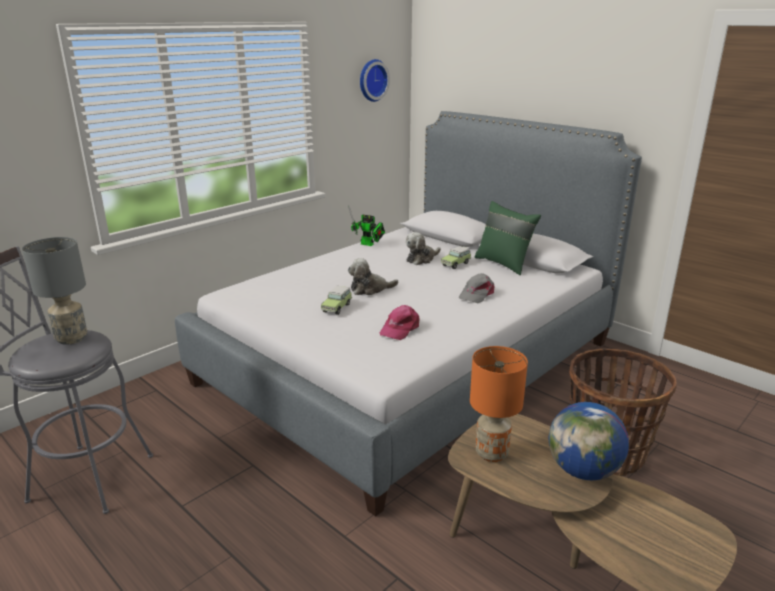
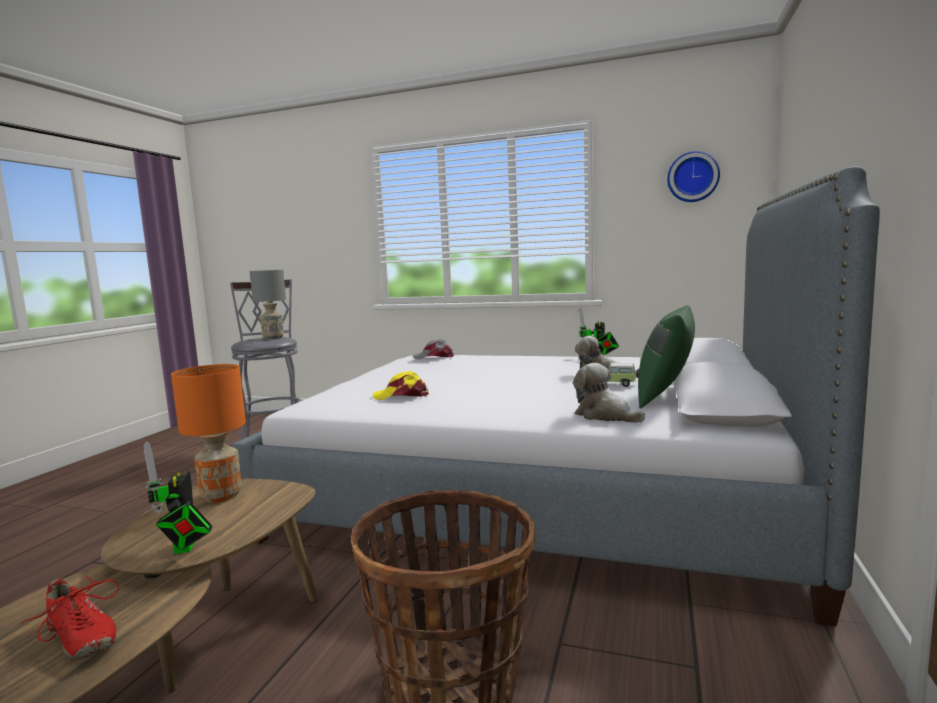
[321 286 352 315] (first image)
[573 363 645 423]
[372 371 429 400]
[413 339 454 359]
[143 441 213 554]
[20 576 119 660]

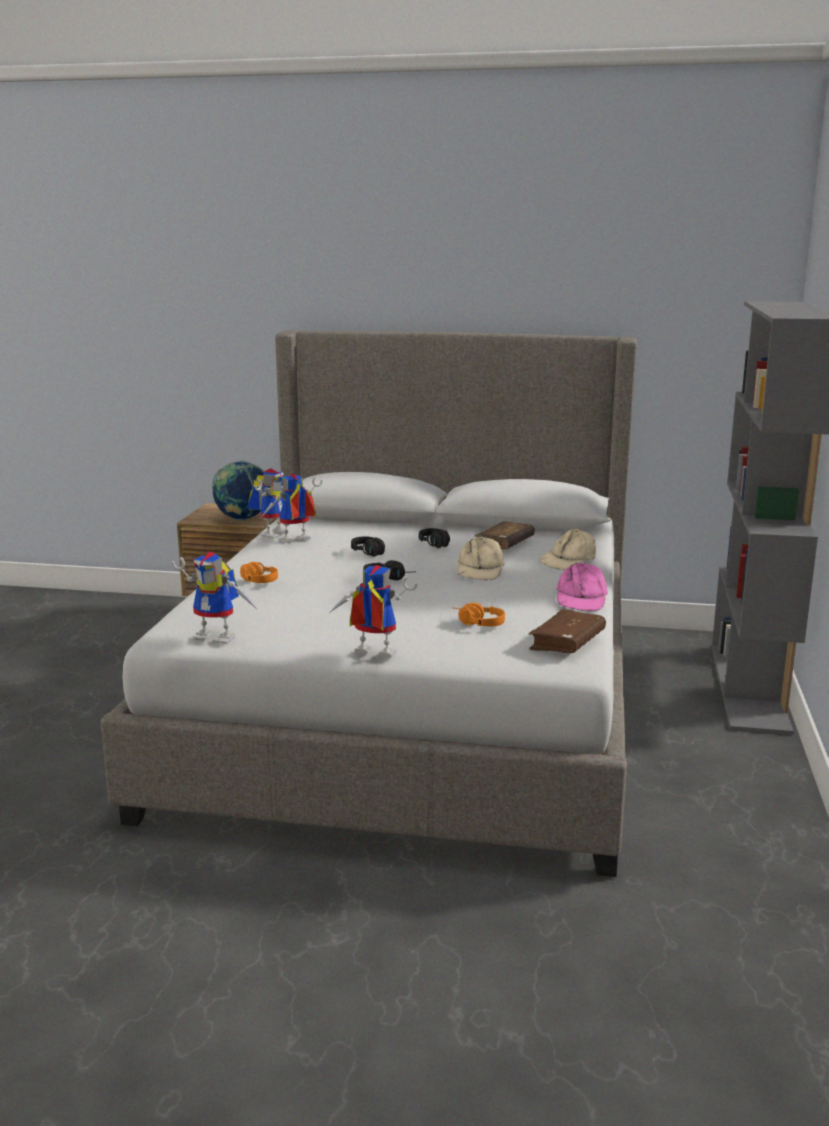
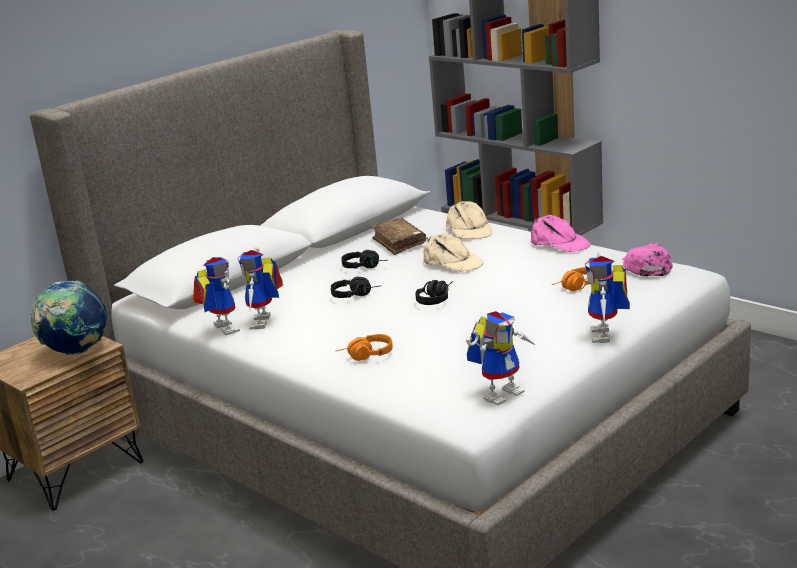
[585 252 630 343]
[622 243 673 276]

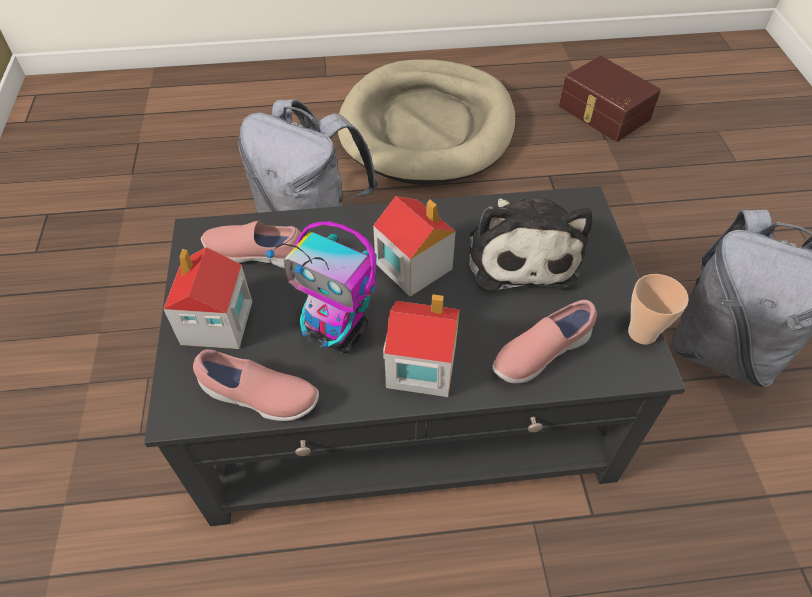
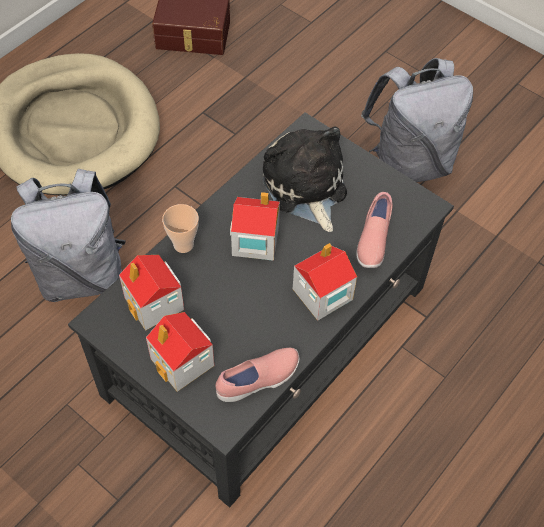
[119 255 184 331]
[265 221 377 354] (first image)
[262 126 347 232]
[162 204 199 253]

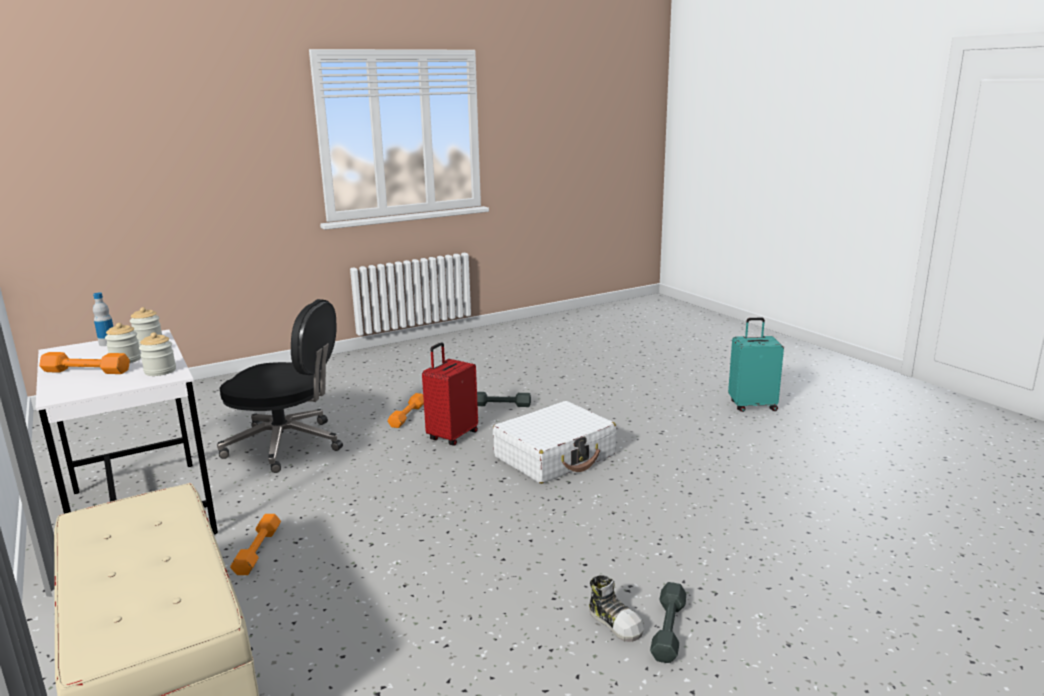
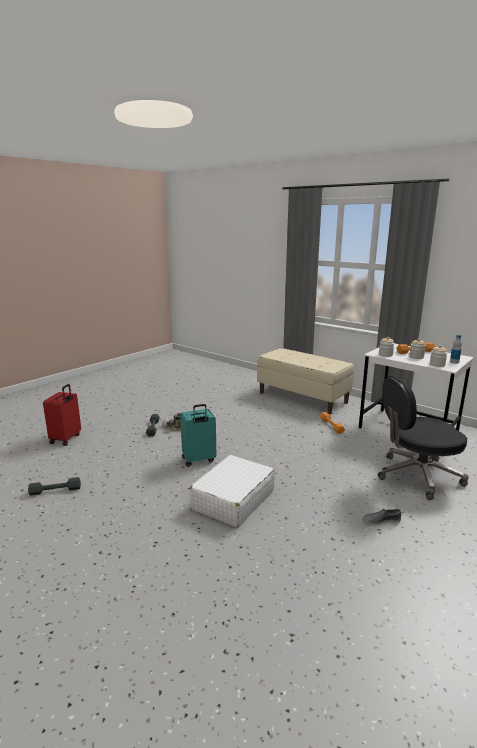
[362 509 401 525]
[43 384 81 446]
[28 477 81 495]
[180 404 216 467]

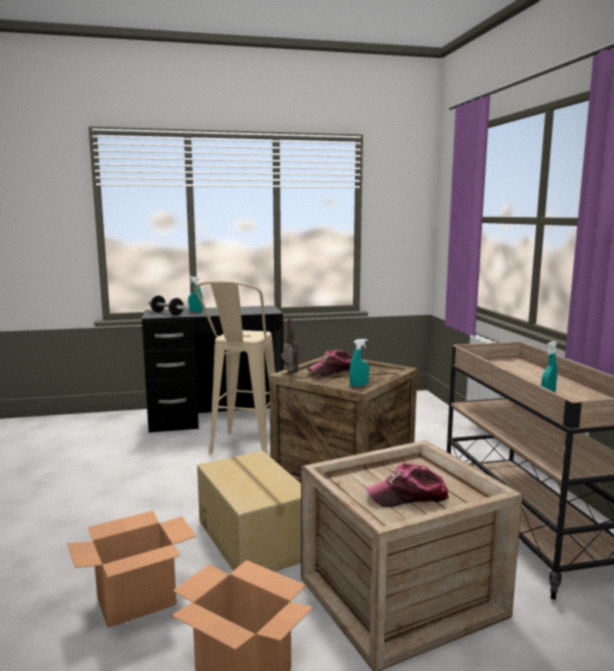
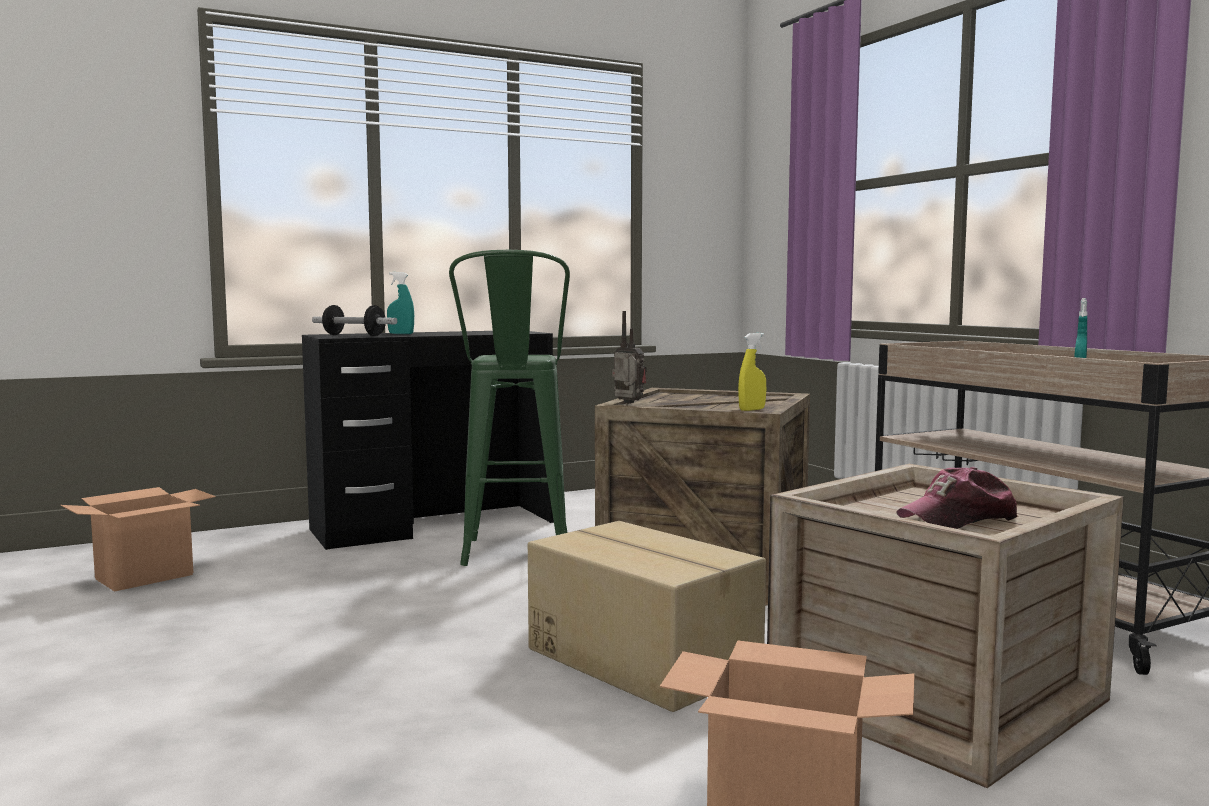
[60 487 216 592]
[449 250 570 566]
[307 350 352 376] (first image)
[738 333 766 411]

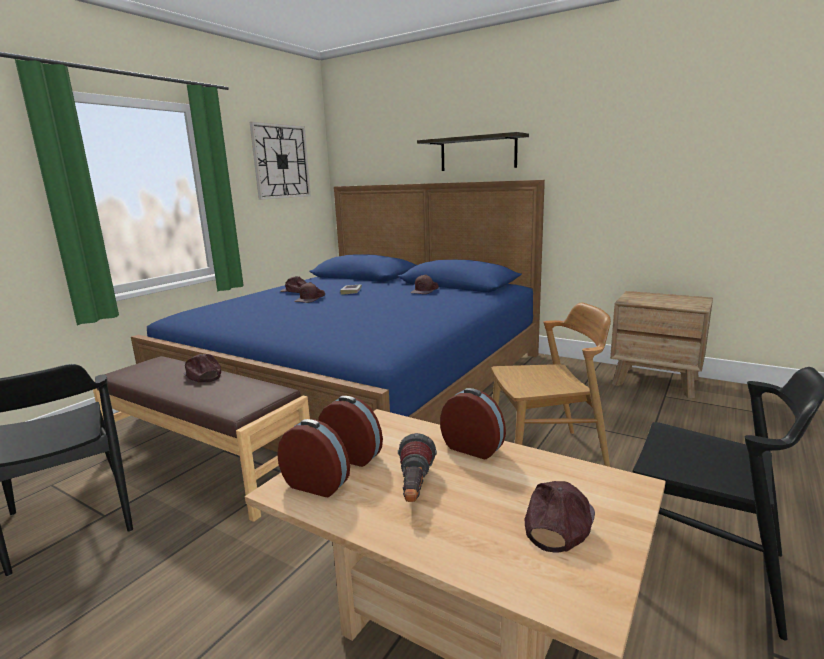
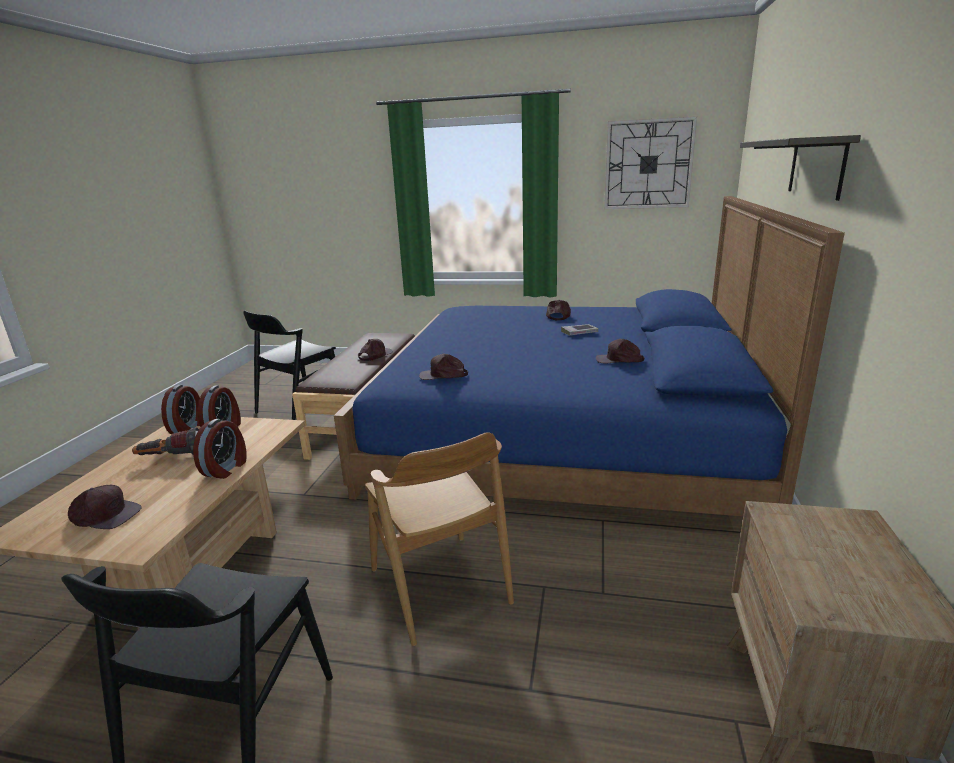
[419 354 468 380]

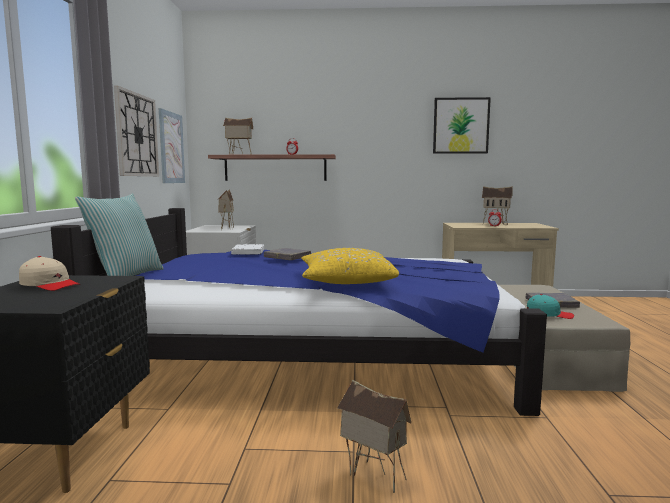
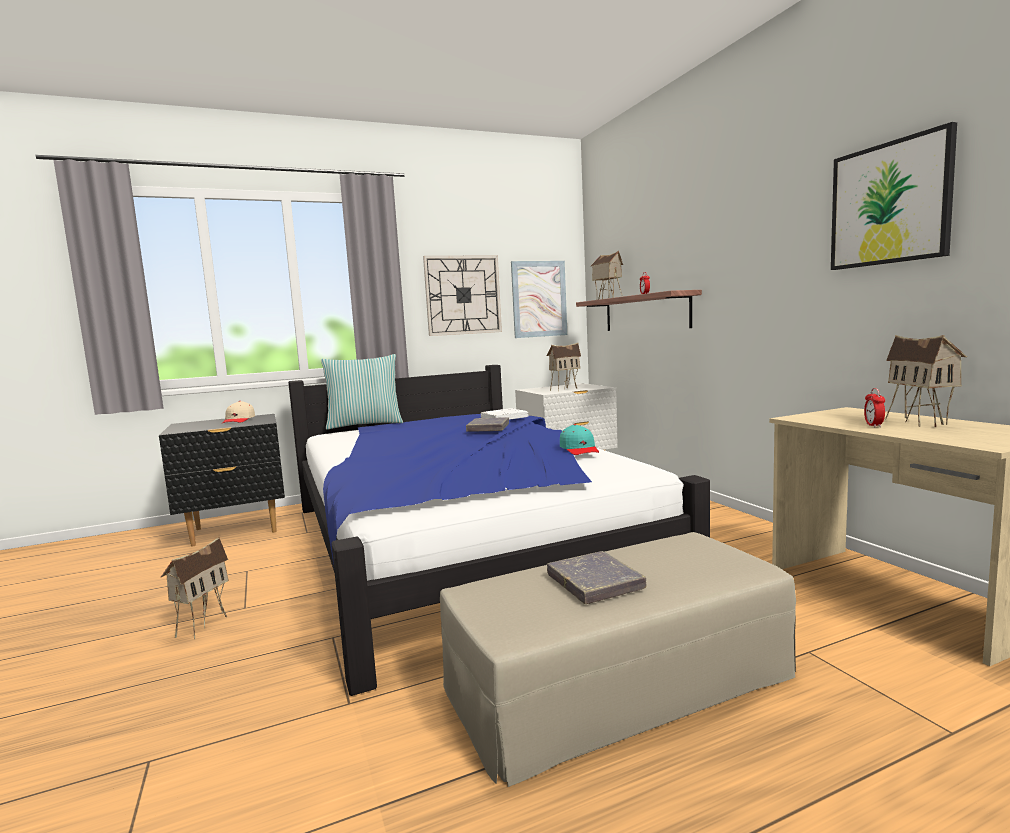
[301 248 399 284] (first image)
[560 424 599 455]

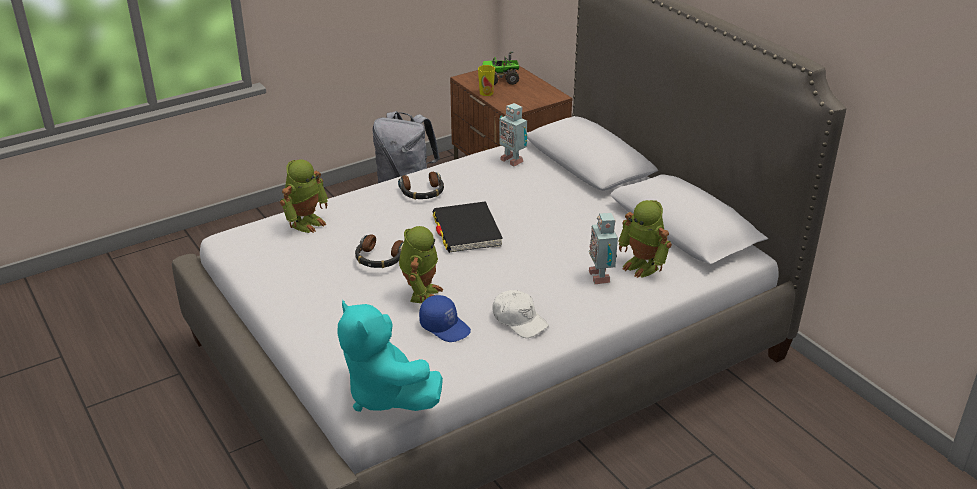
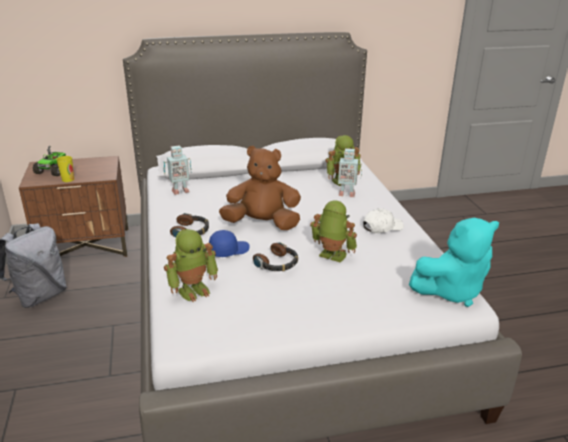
[164 229 218 302]
[209 230 250 257]
[219 146 301 230]

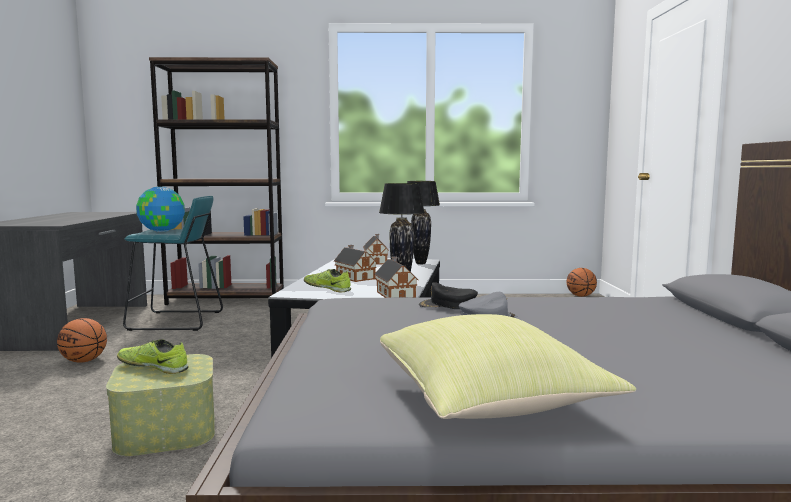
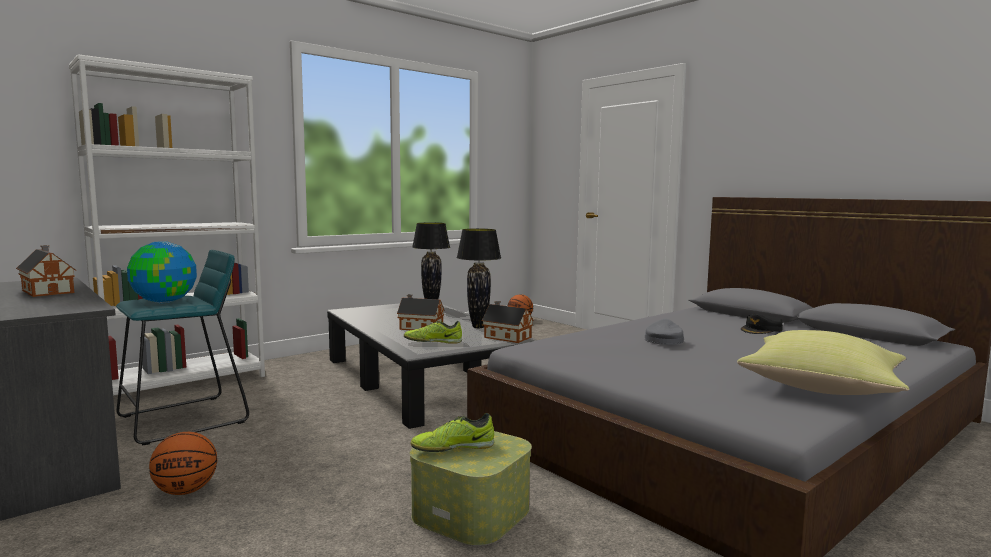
[69 54 265 396]
[16 245 76 297]
[741 314 783 334]

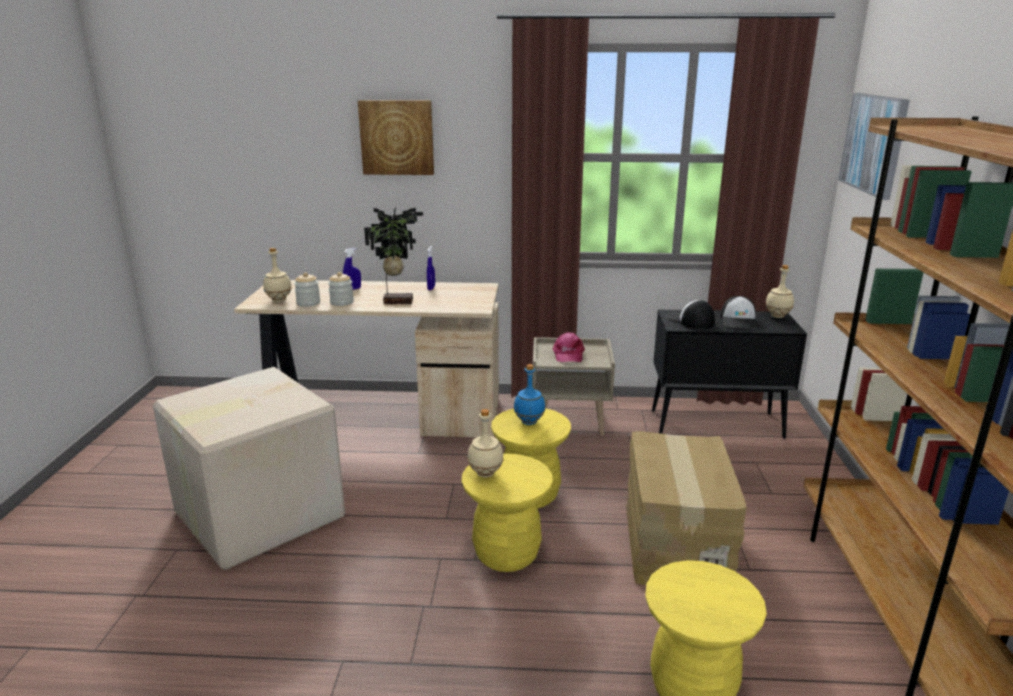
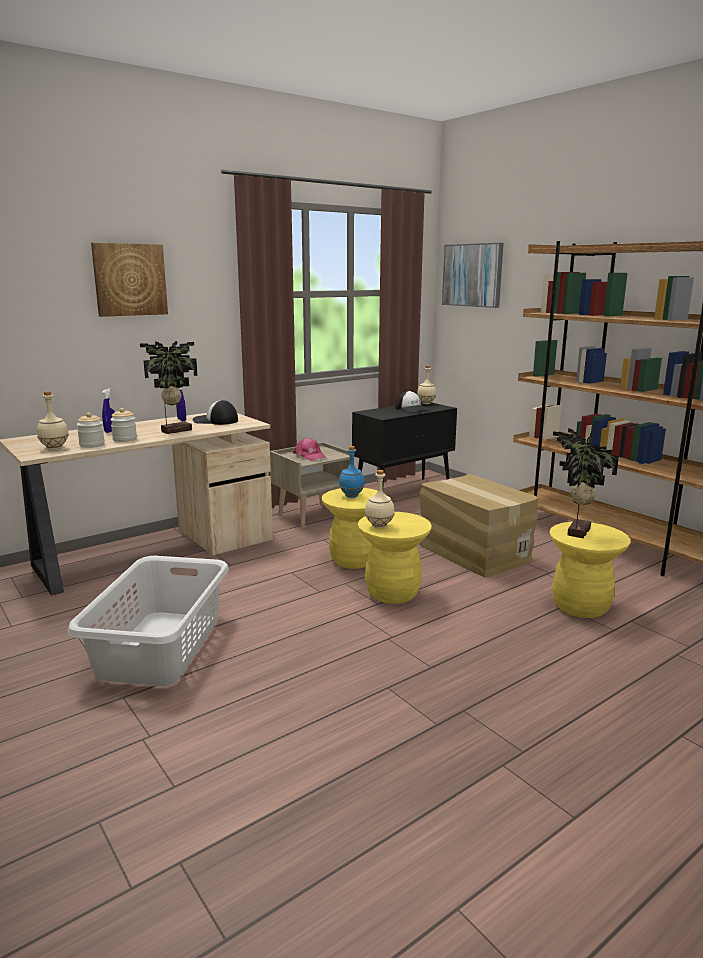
[67 556 229 686]
[192 400 238 425]
[553 428 619 538]

